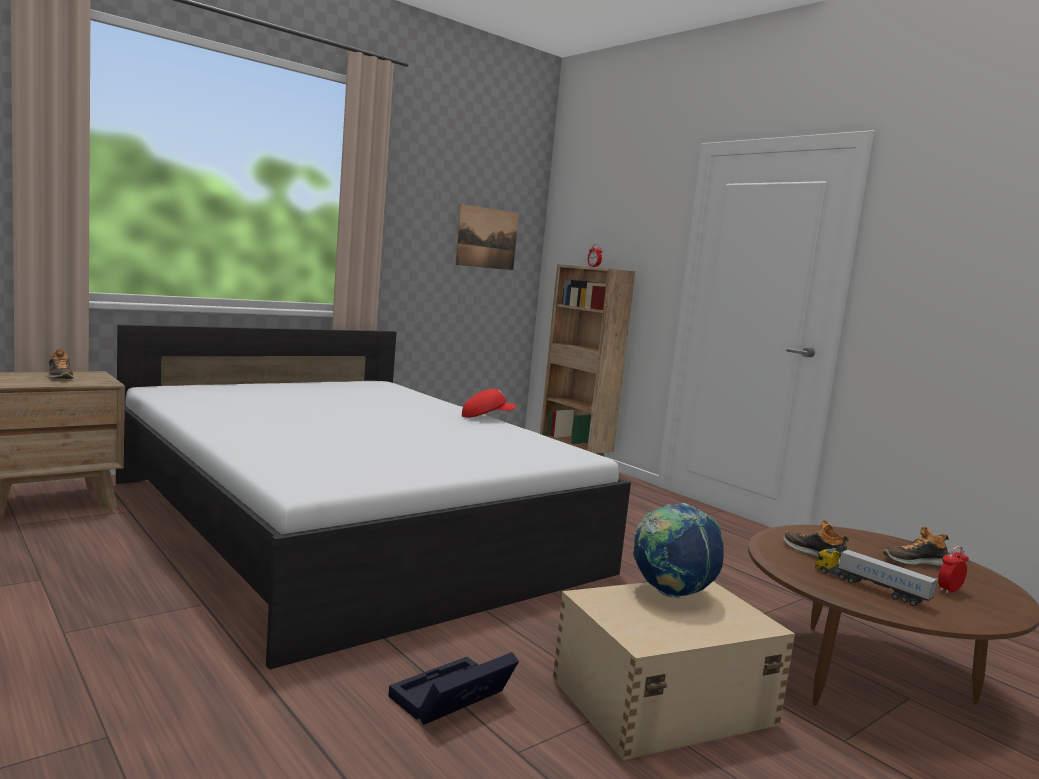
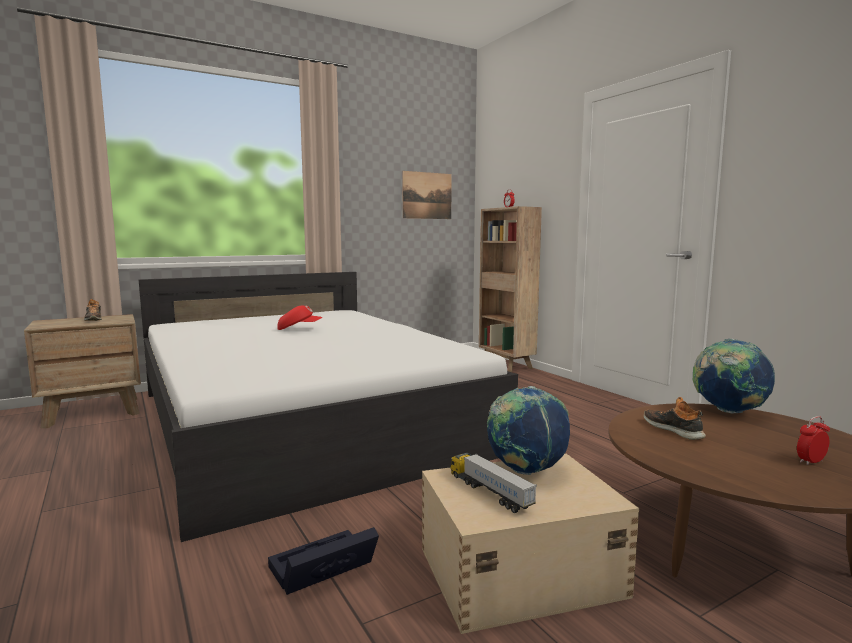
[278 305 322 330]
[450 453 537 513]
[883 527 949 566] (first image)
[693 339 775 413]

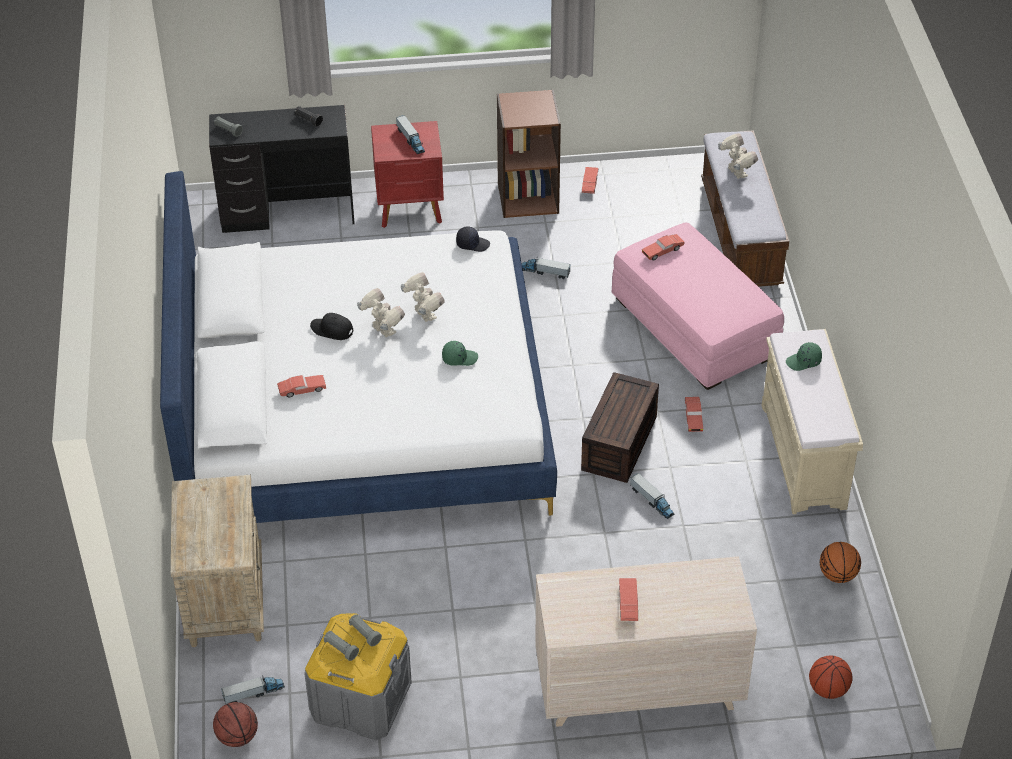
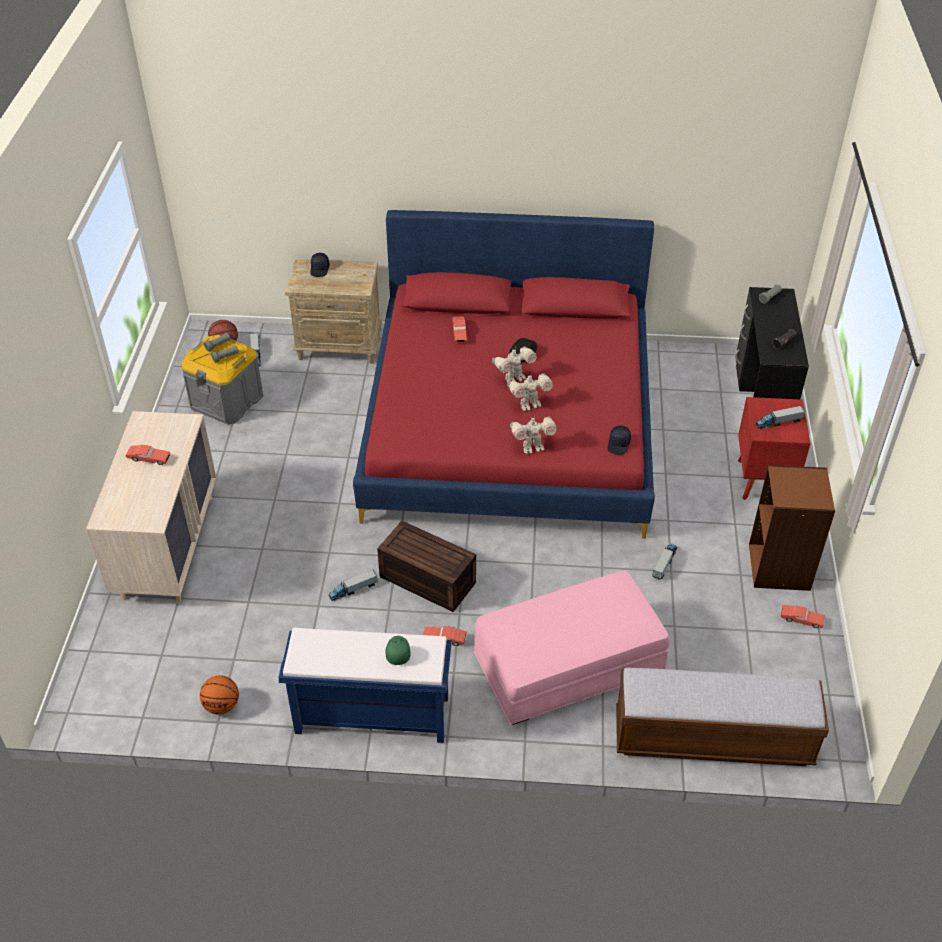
[353 210 655 539]
[442 341 478 366] (first image)
[642 234 685 260] (first image)
[510 416 556 454]
[278 628 452 743]
[809 655 853 699] (first image)
[310 253 329 277]

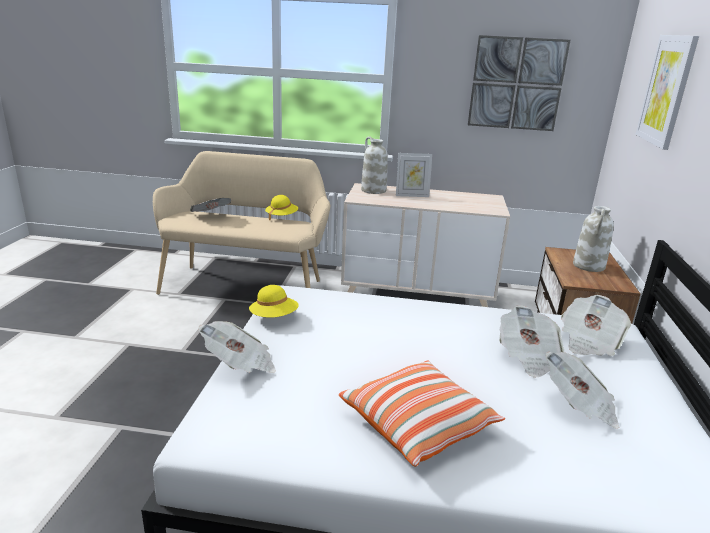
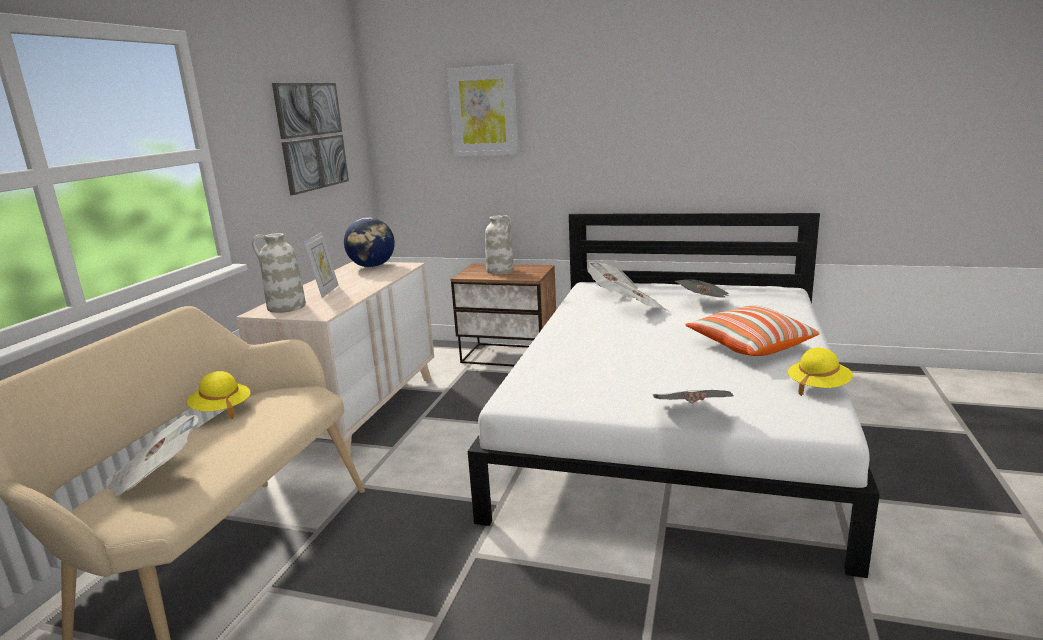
[788 348 853 396]
[344 217 395 268]

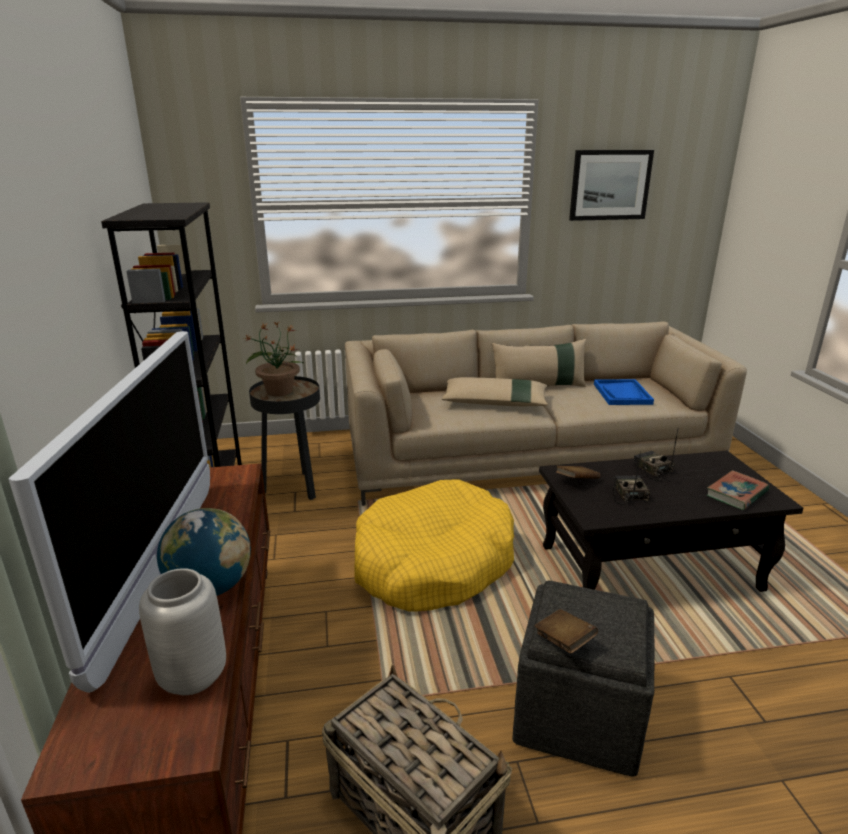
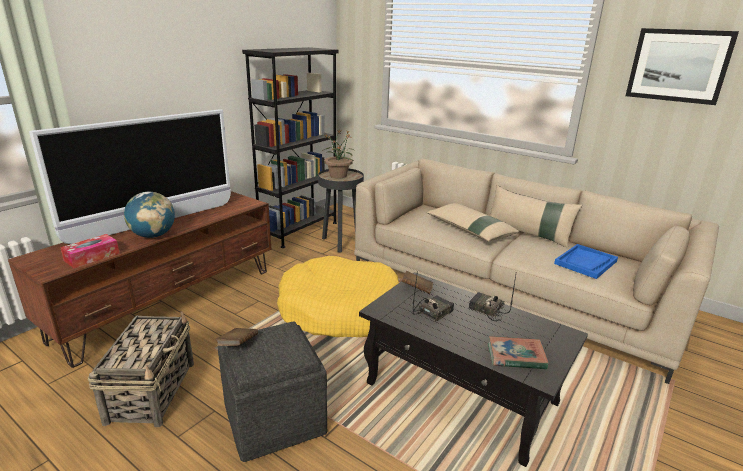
[60 234 120 268]
[469 275 516 322]

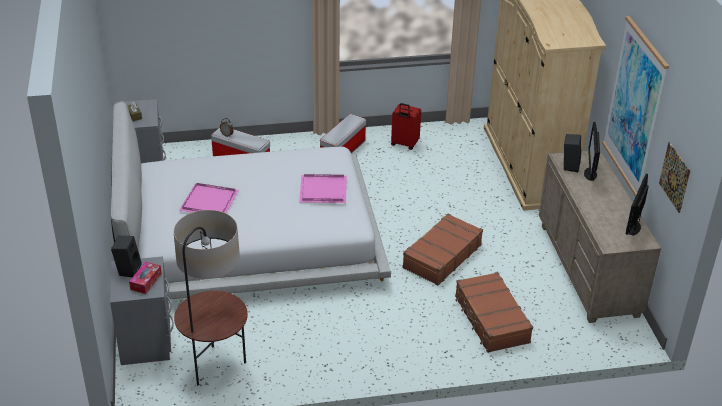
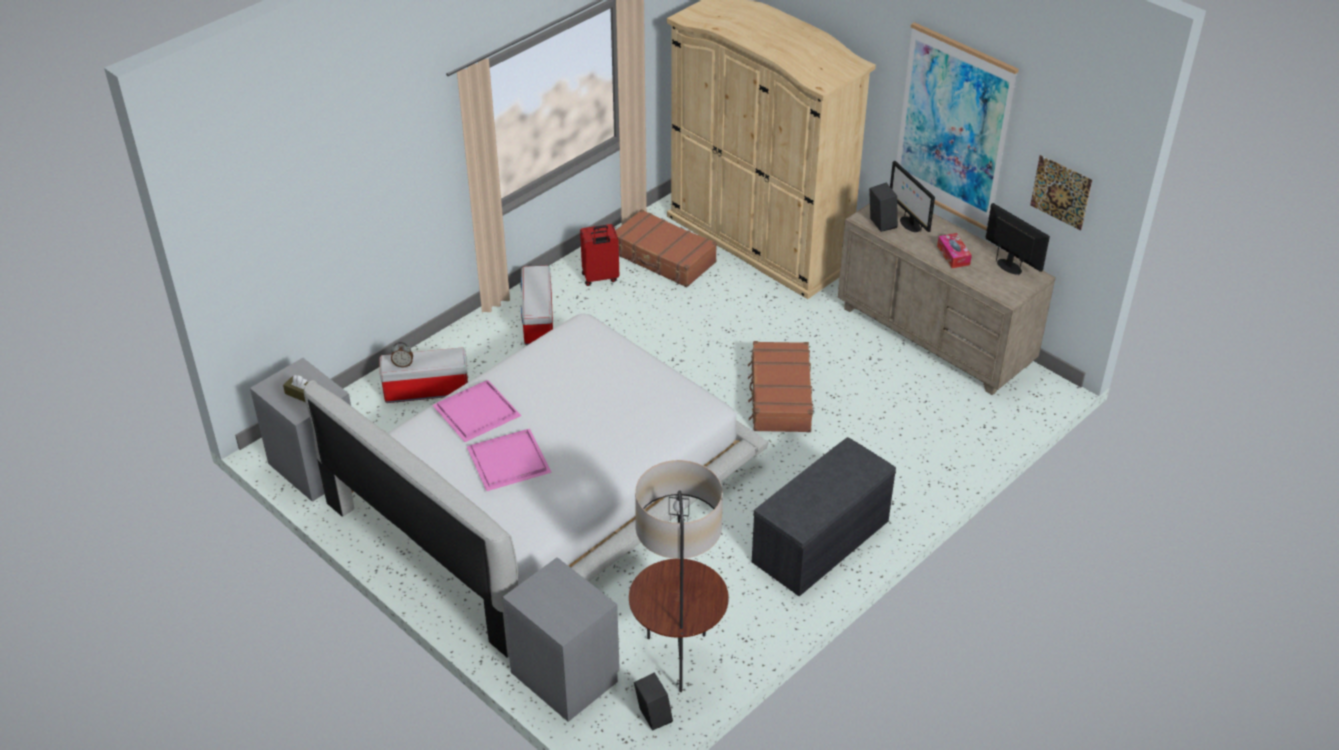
[634 672 673 731]
[937 233 972 268]
[432 380 521 442]
[615 209 717 288]
[985 203 1050 275]
[752 437 896 596]

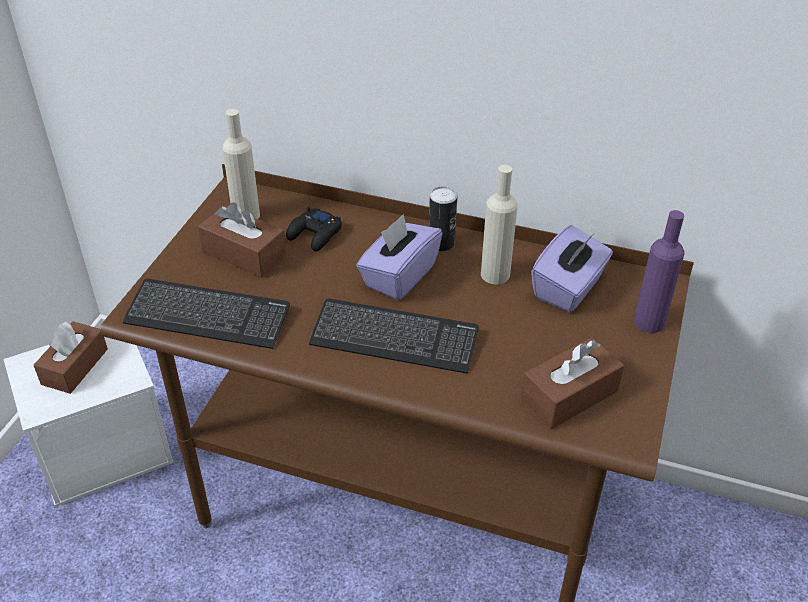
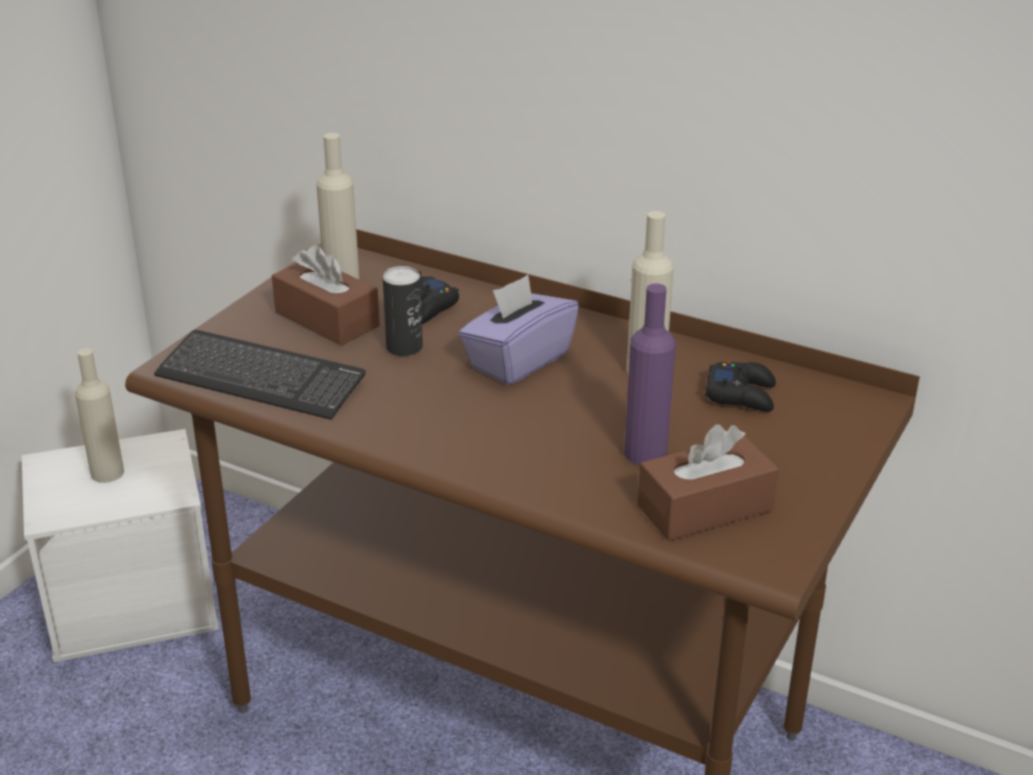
[75 348 124 483]
[309 299 479 374] (first image)
[383 266 423 356]
[705 361 776 412]
[624 283 676 465]

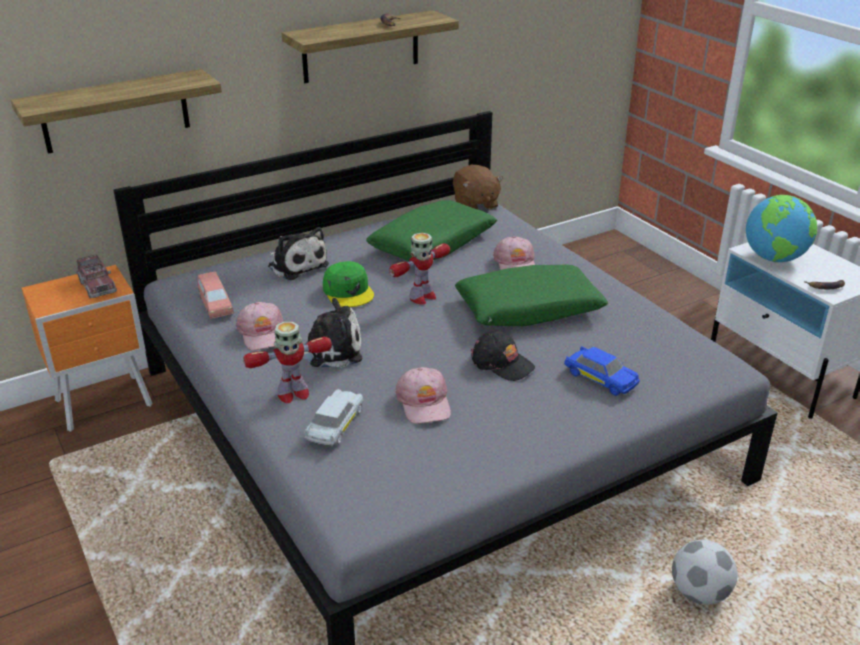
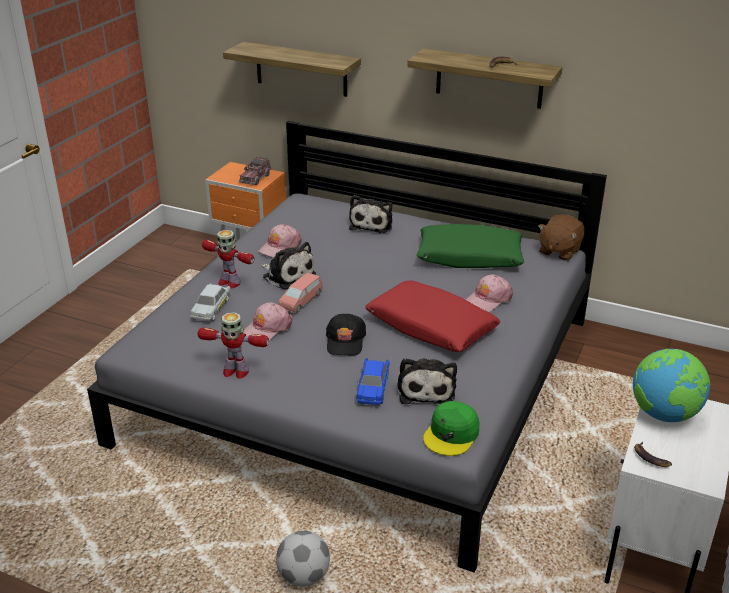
[278 273 322 313]
[190 283 231 321]
[423 401 480 456]
[198 312 269 379]
[366 280 501 352]
[397 358 457 404]

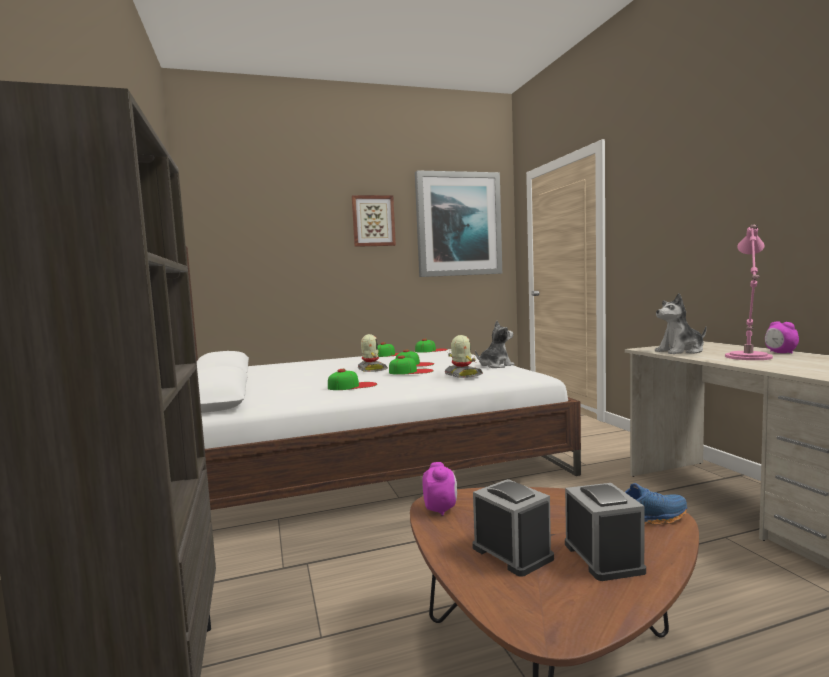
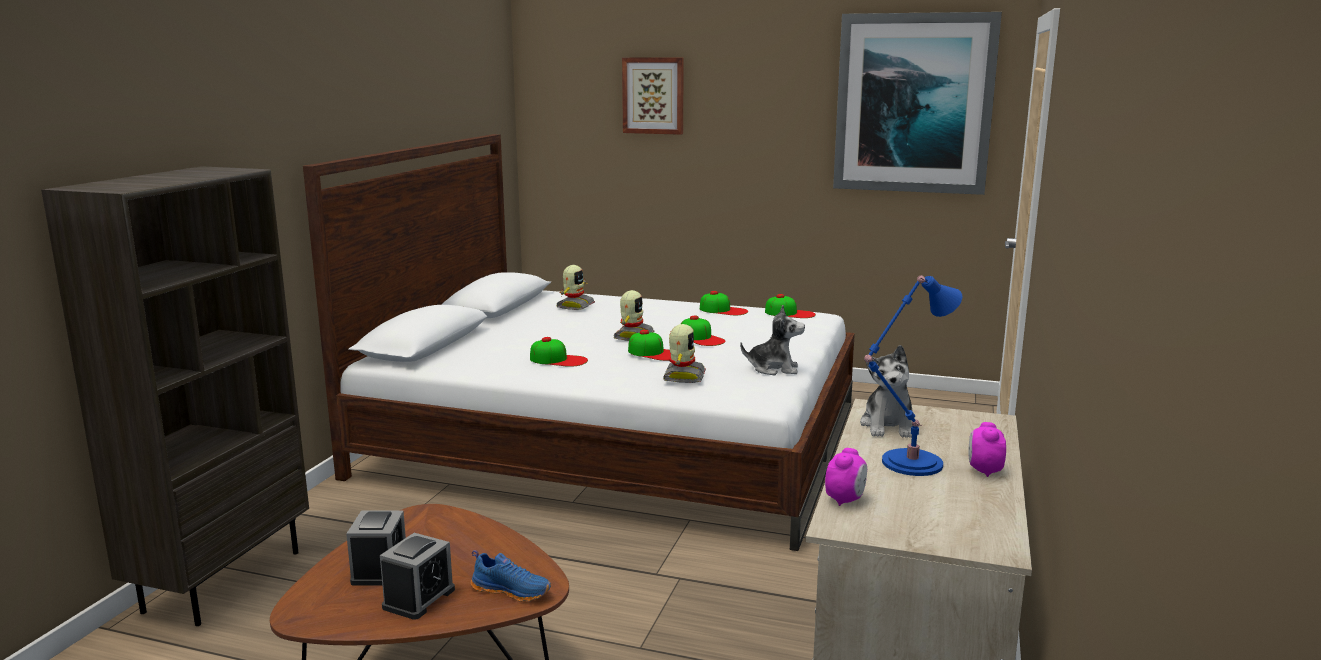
[622 57 684 135]
[825 448 867 506]
[860 345 913 438]
[864 276 962 476]
[556 265 595 310]

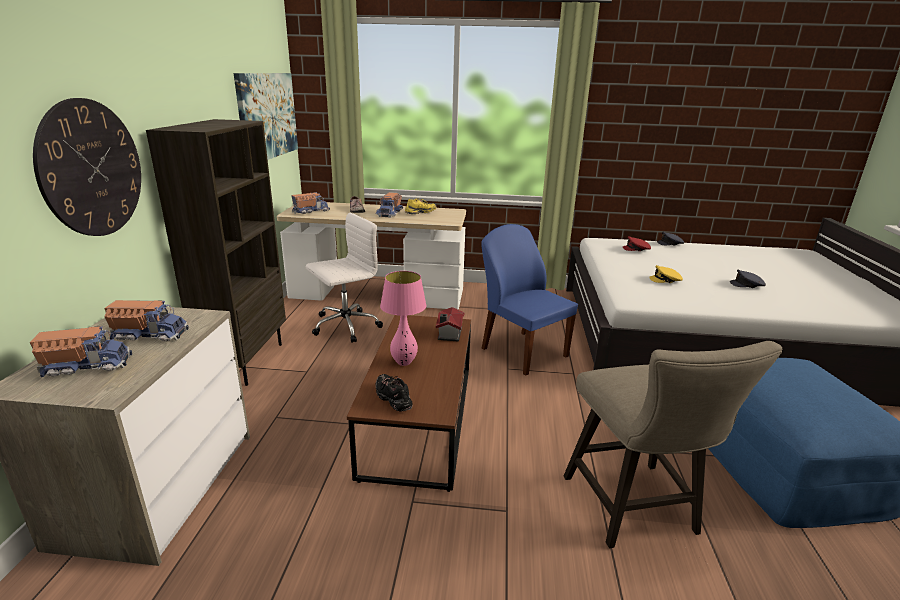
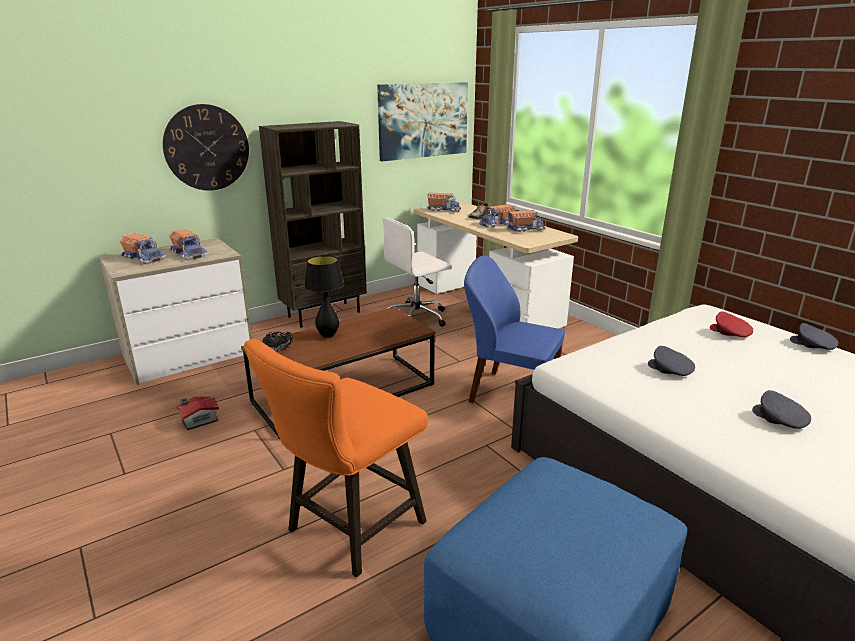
[382 217 452 327]
[304 256 344 338]
[507 210 546 232]
[176 396 219 430]
[464 256 565 403]
[244 339 428 577]
[648 346 695 376]

